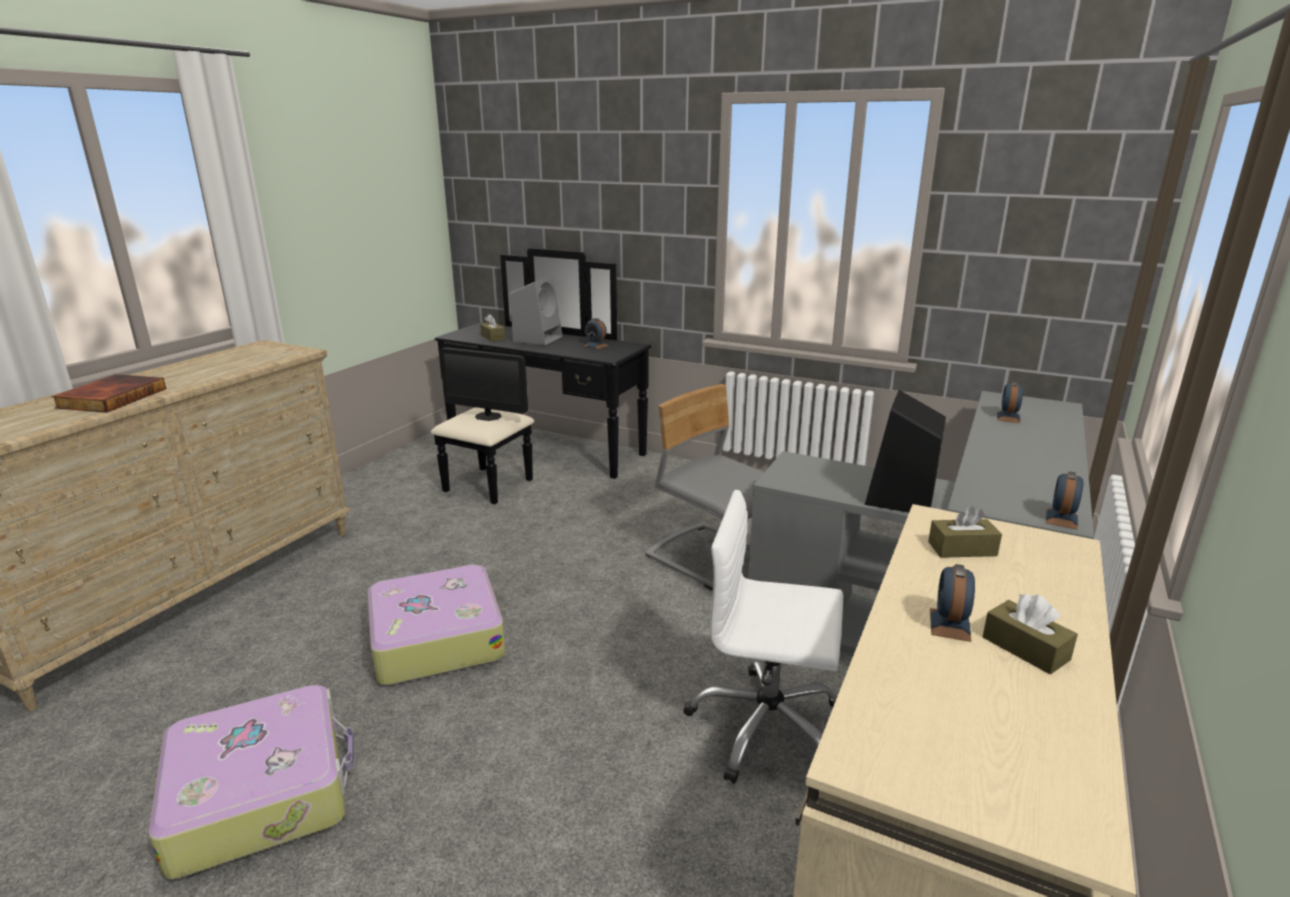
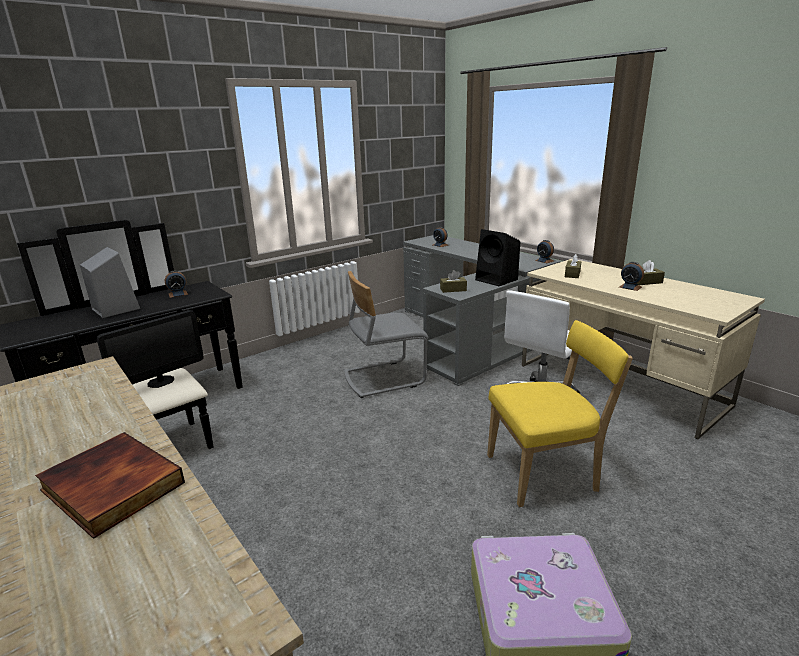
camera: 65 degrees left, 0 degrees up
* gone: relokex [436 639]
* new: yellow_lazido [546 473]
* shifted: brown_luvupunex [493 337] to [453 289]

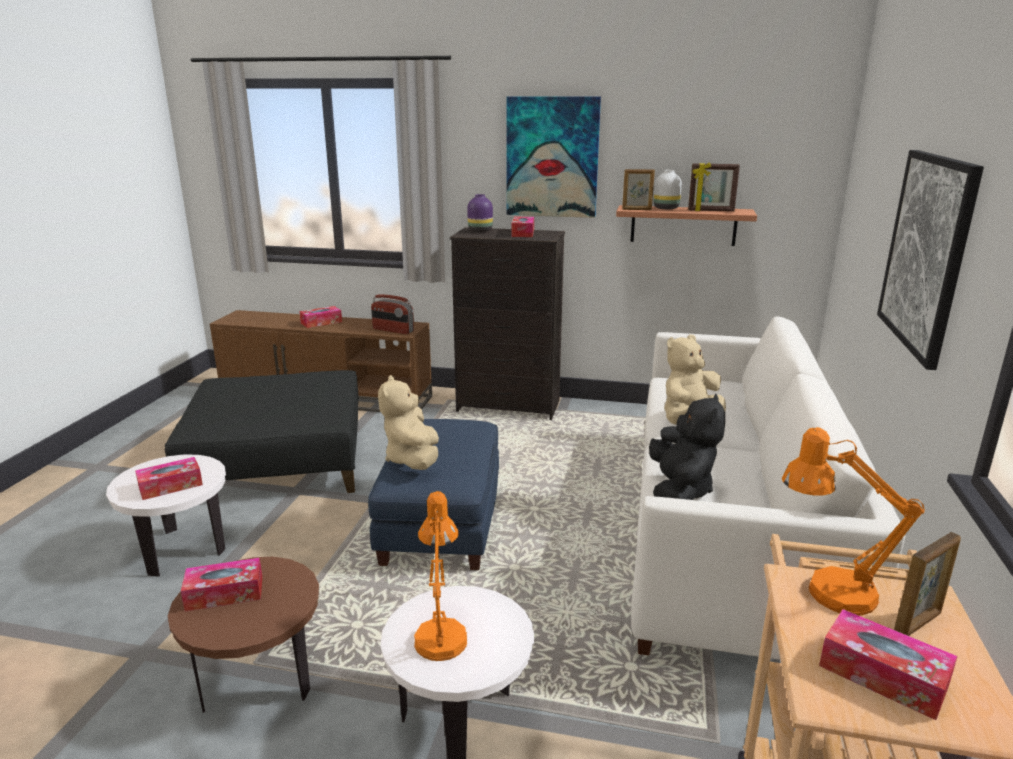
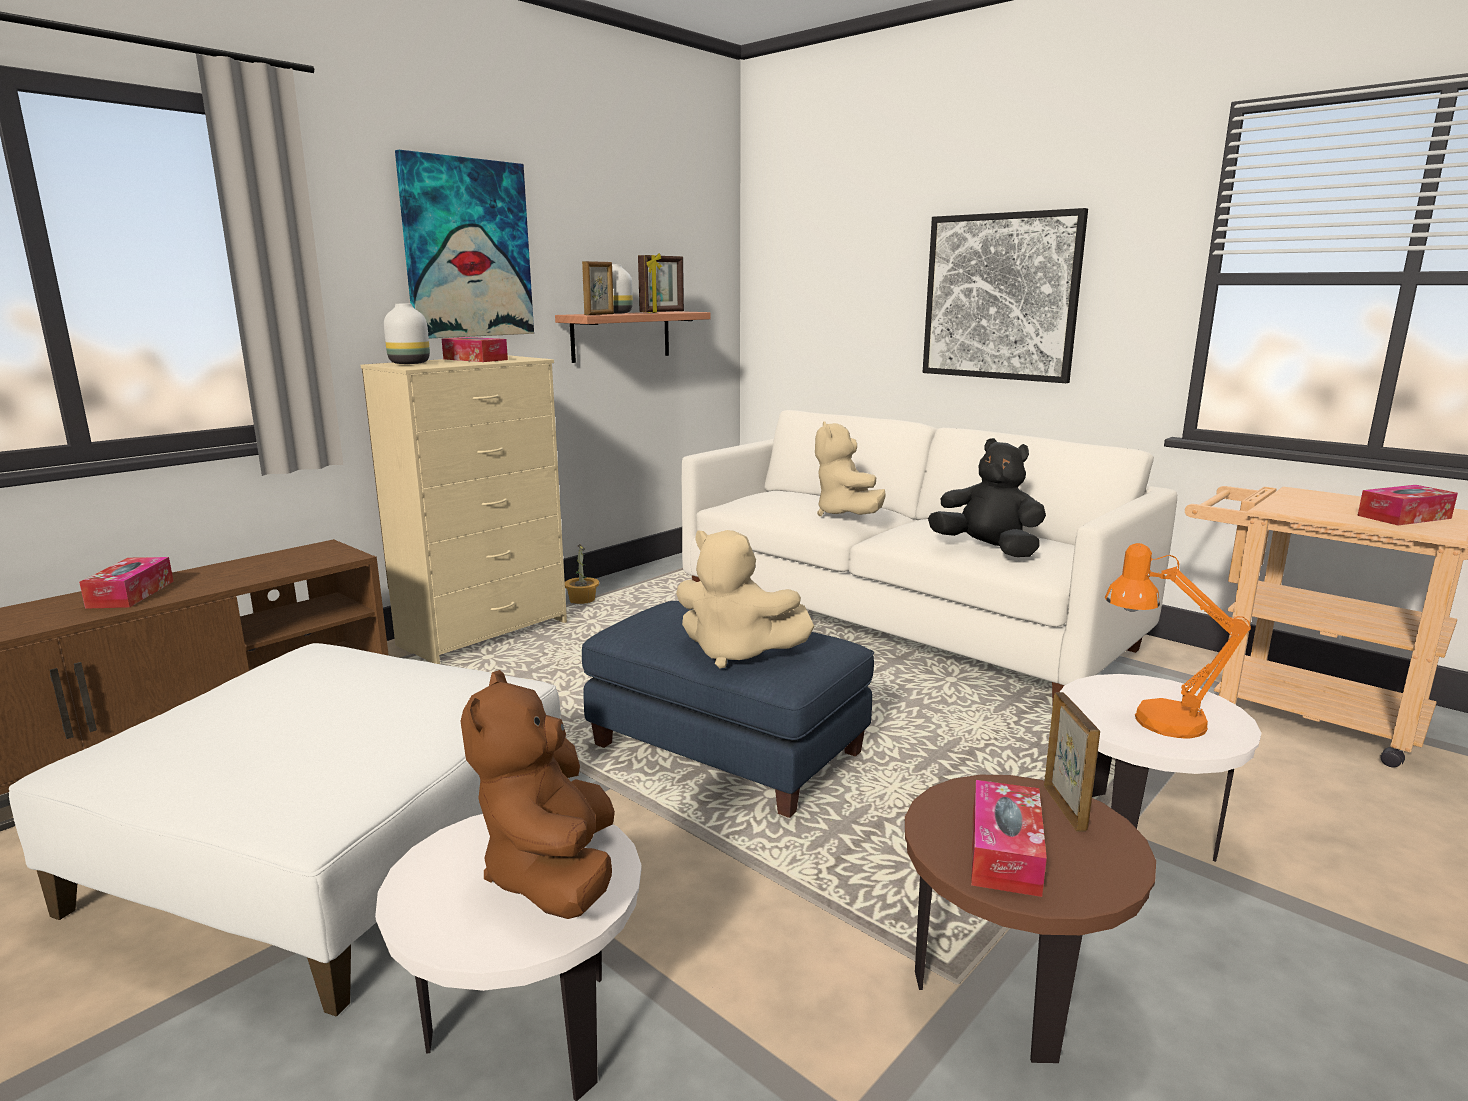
camera: 60 degrees left, 5 degrees down
* gone: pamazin [393 330]
* gone: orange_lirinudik [826 591]
* new: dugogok [582 600]
* shifted: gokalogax [917 624] to [1065 807]
* swapped: luvupunex [170 486] to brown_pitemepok [552 874]
* repainted: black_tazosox [279 461] to white_tazosox [333 850]
* repainted: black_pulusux [509 407] to beige_pulusux [486 634]
* repainted: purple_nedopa [481 231] to white_nedopa [410 363]

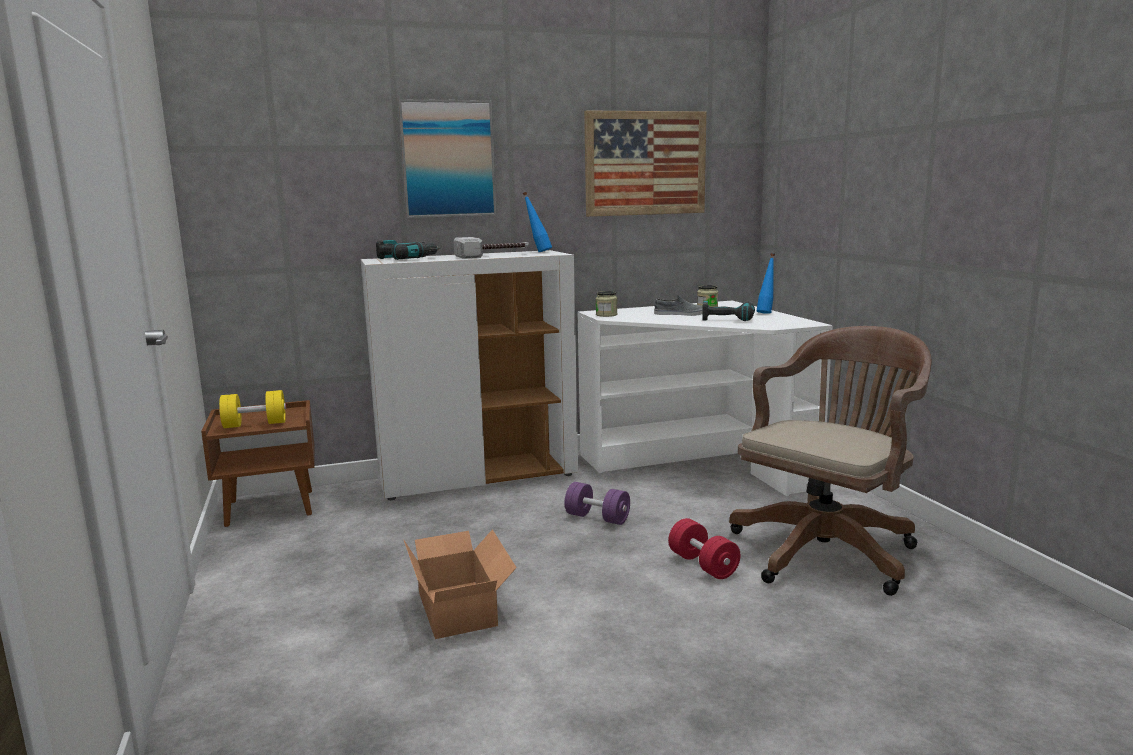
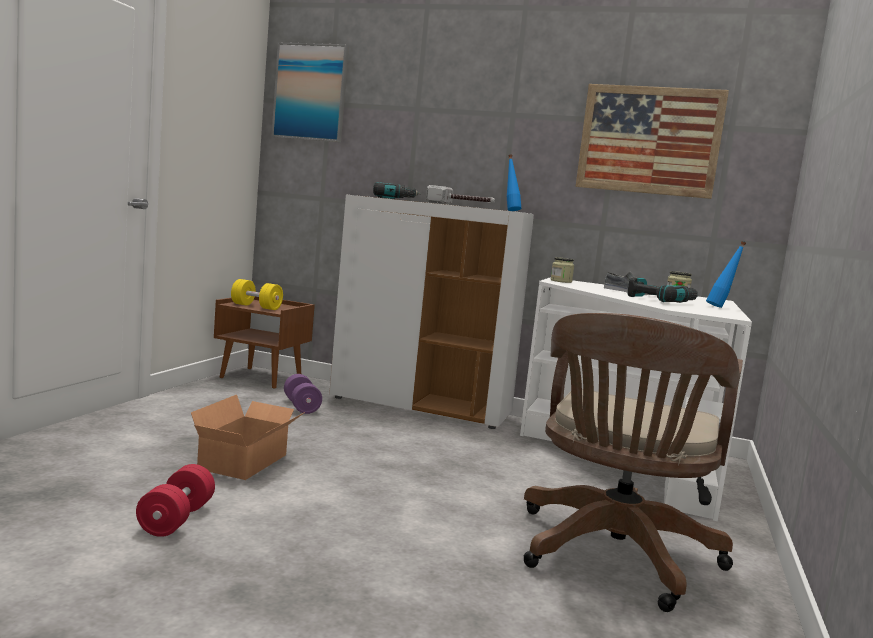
camera: 35 degrees right, 5 degrees down
* shifted: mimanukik [448 159] to [310 92]
* shifted: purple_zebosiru [597 518] to [301 406]
* shifted: red_zebosiru [703 565] to [176 519]
* rotated: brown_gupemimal [828 549] = [613 557] 120 degrees clockwise

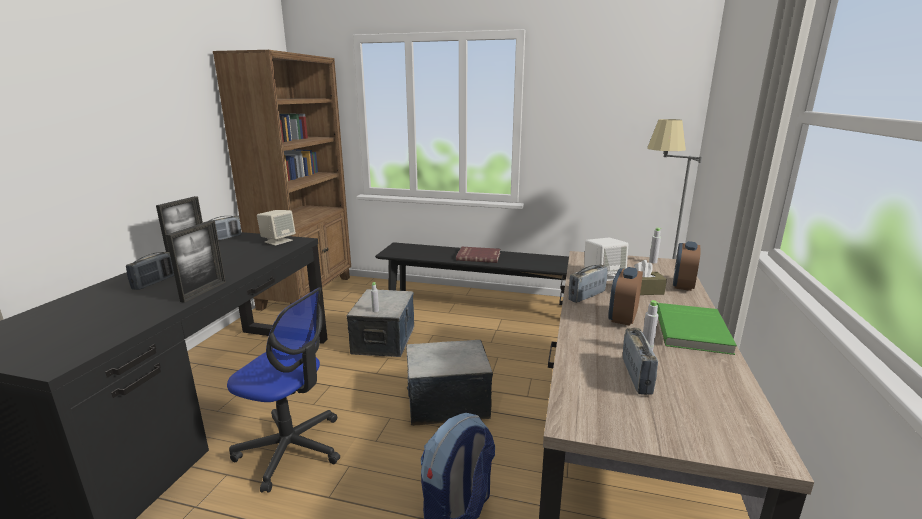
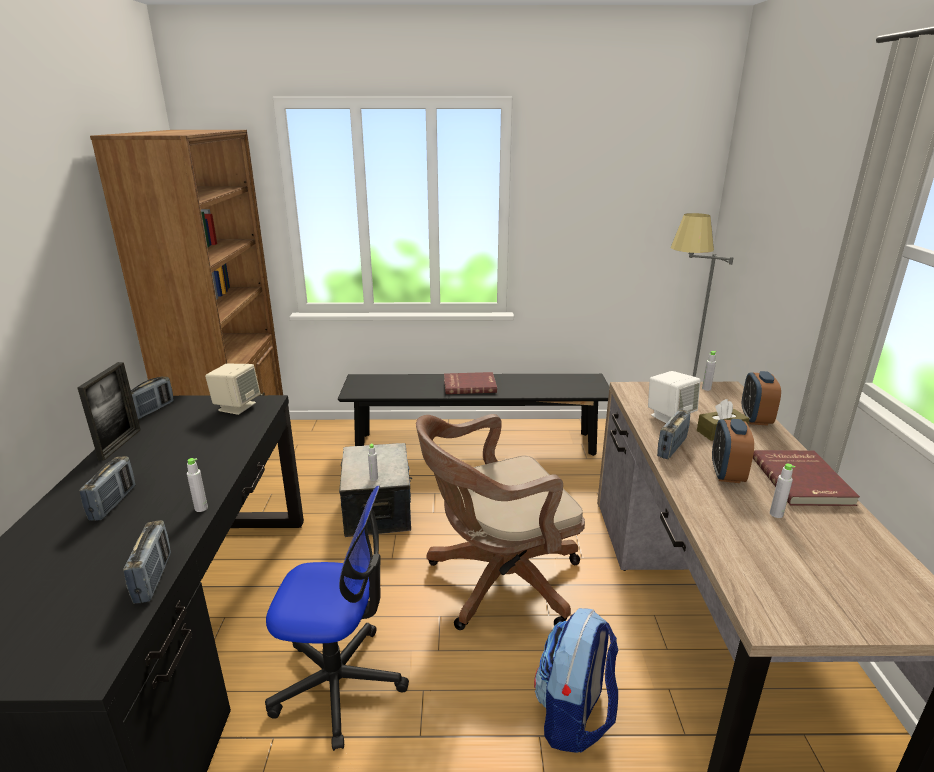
camera: 15 degrees left, 5 degrees up
* shifted: pamazin [636 376] to [153 578]
* swapped: gokalogax [204 291] to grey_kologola [201 508]
* swapped: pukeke [447 402] to brown_gupemimal [497 582]
* repainted: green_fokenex [693 331] to red_fokenex [803 480]

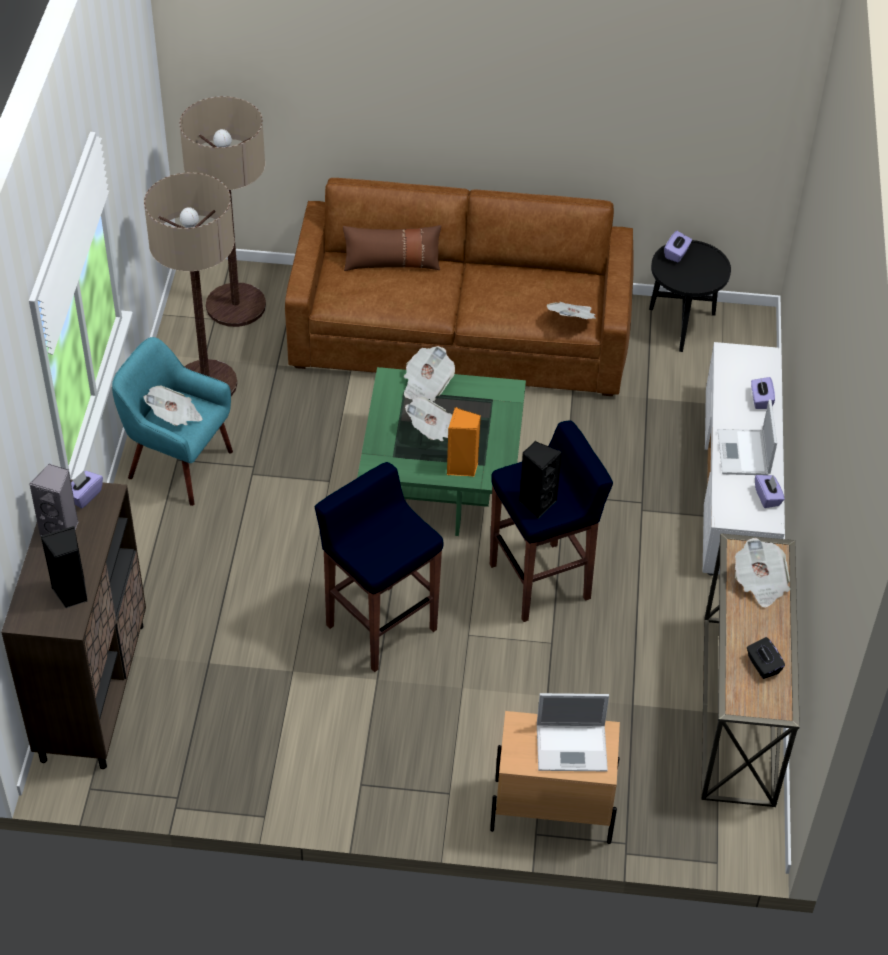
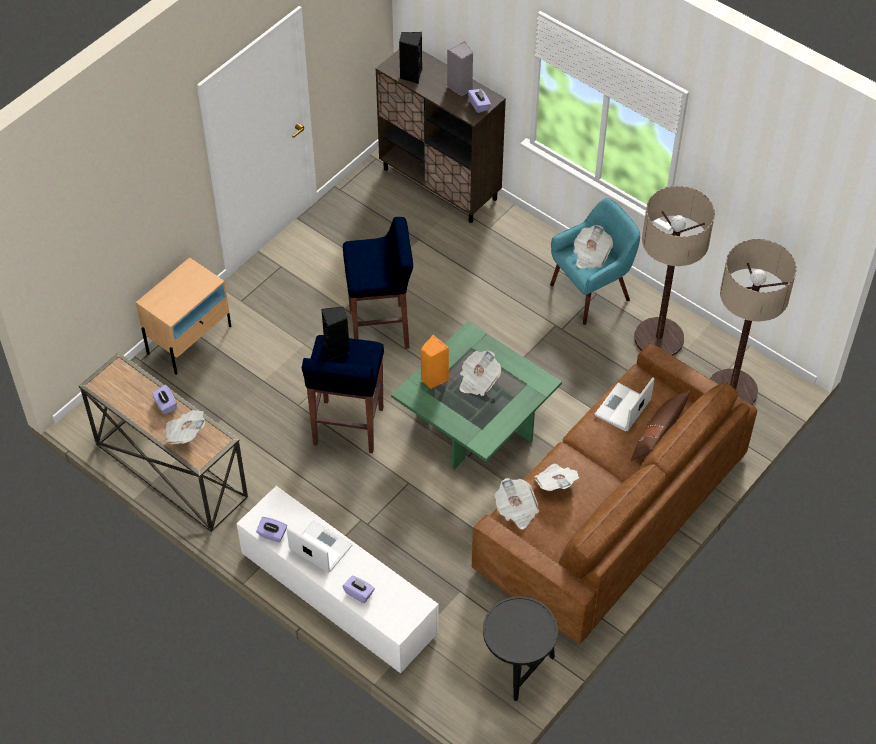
camera: 125 degrees right, 5 degrees up
* gone: black_luvupunex [763 666]
* shifted: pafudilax [426 385] to [556 483]
* shifted: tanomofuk [573 747] to [622 408]
* shifted: purple_luvupunex [676 254] to [165 405]

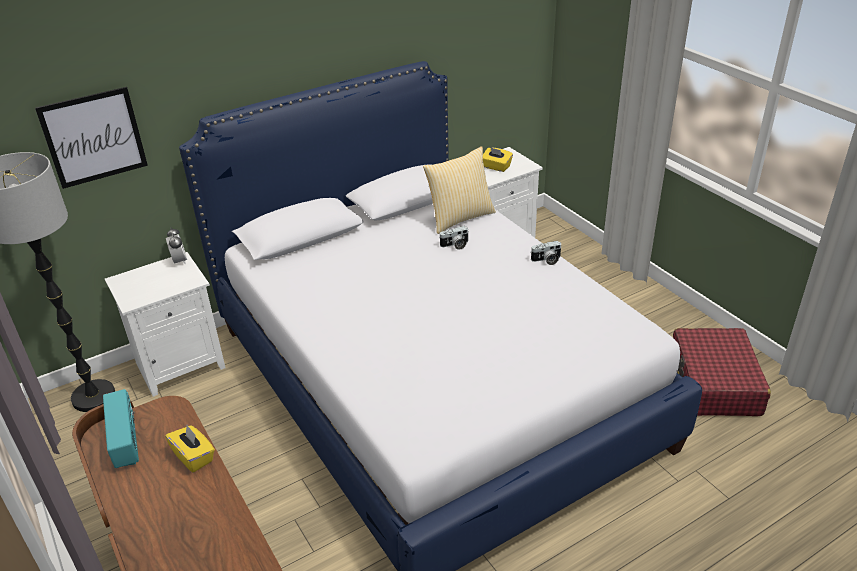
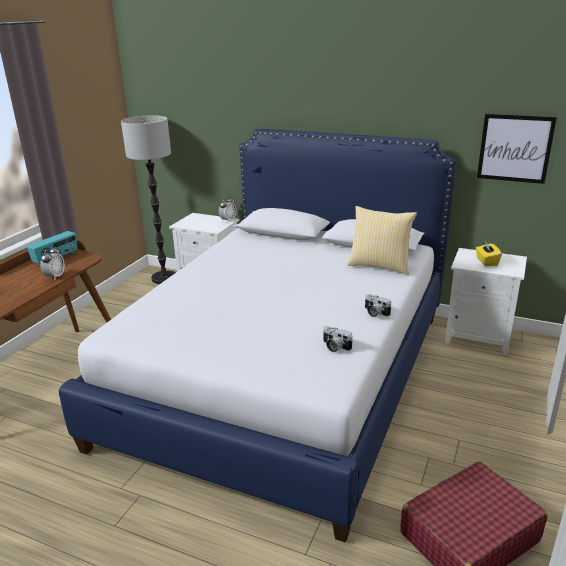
camera: 55 degrees right, 10 degrees down
* shifted: mimanukik [93 137] to [515 148]
* shifted: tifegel [455 245] to [335 347]
* swapped: yellow_luvupunex [194 457] to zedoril [55 276]

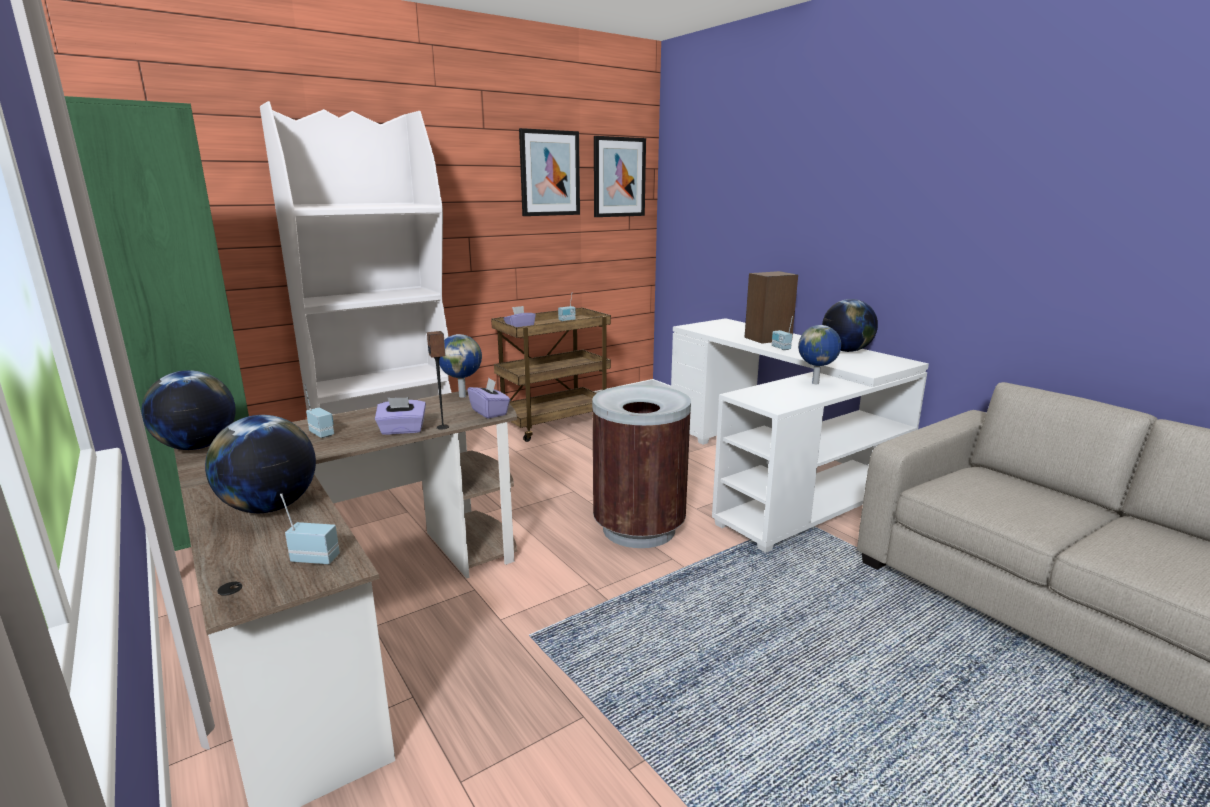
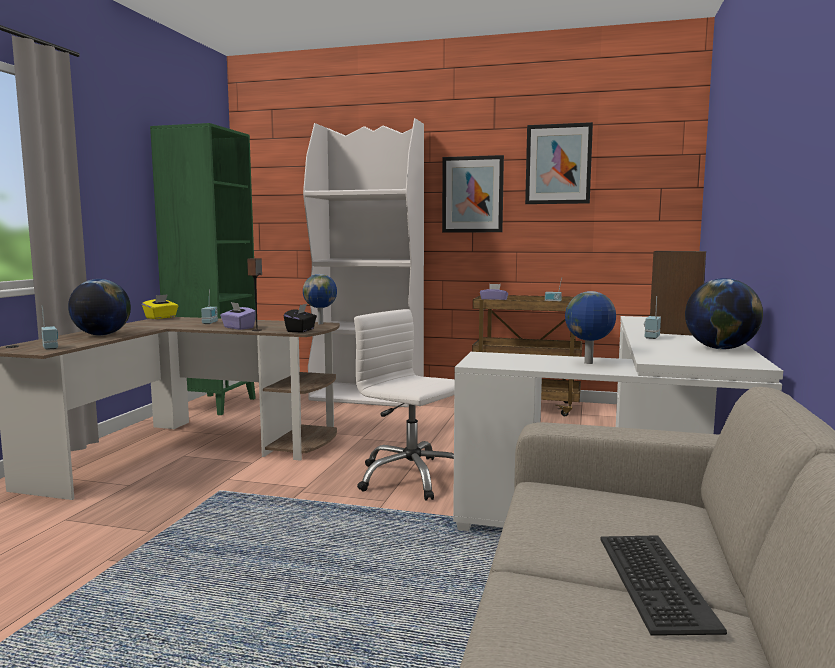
camera: 50 degrees right, 10 degrees down
* new: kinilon [652 581]
* shifted: mimanukik [619 177] to [472 194]
* swapped: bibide [197 447] to yellow_luvupunex [161 317]
* swapped: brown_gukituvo [638 529] to white_gupemimal [411 478]
* repainted: purple_luvupunex [490 412] to black_luvupunex [301 330]

